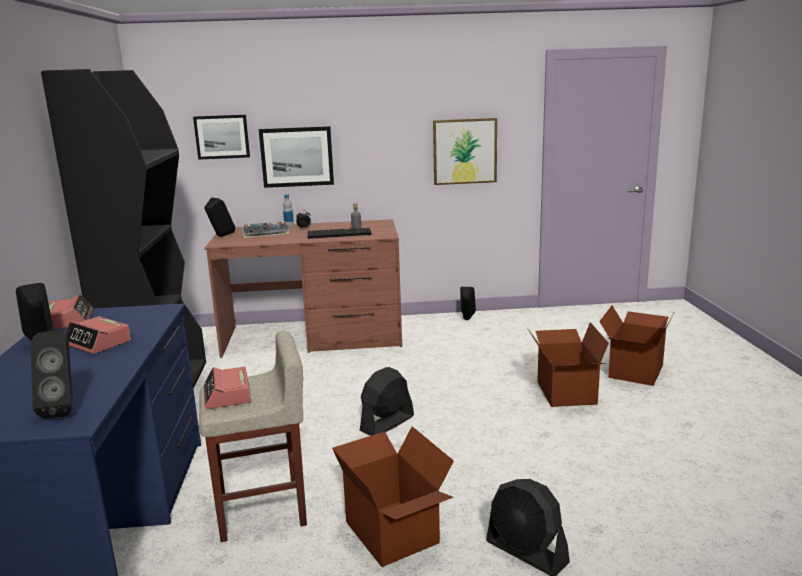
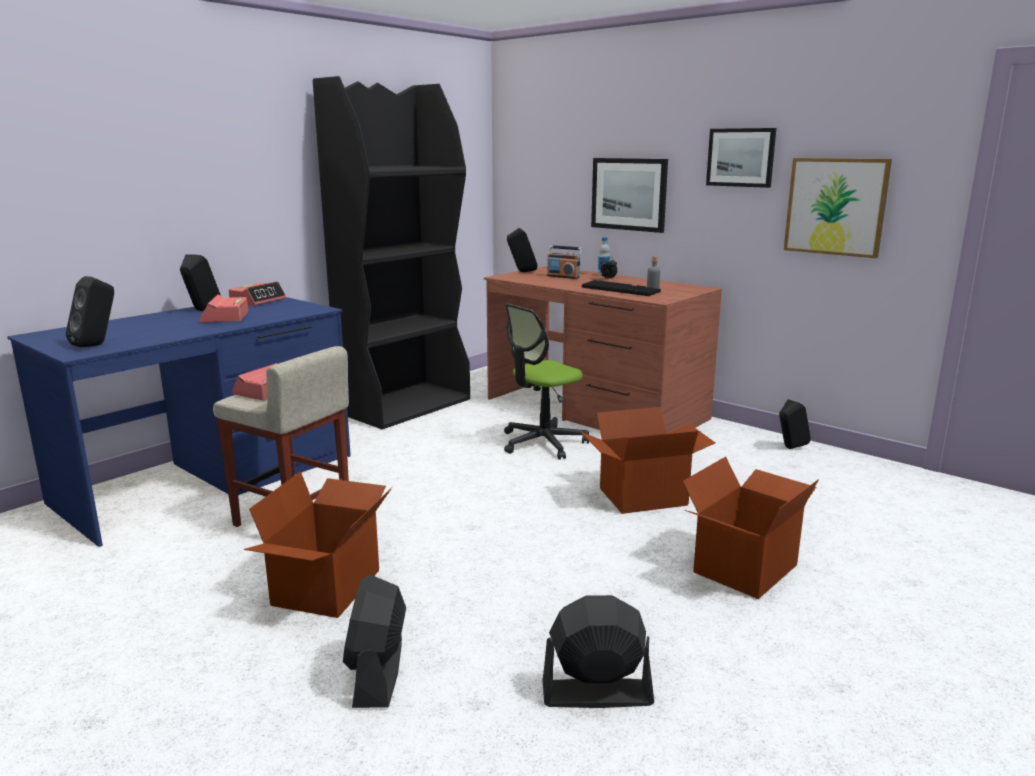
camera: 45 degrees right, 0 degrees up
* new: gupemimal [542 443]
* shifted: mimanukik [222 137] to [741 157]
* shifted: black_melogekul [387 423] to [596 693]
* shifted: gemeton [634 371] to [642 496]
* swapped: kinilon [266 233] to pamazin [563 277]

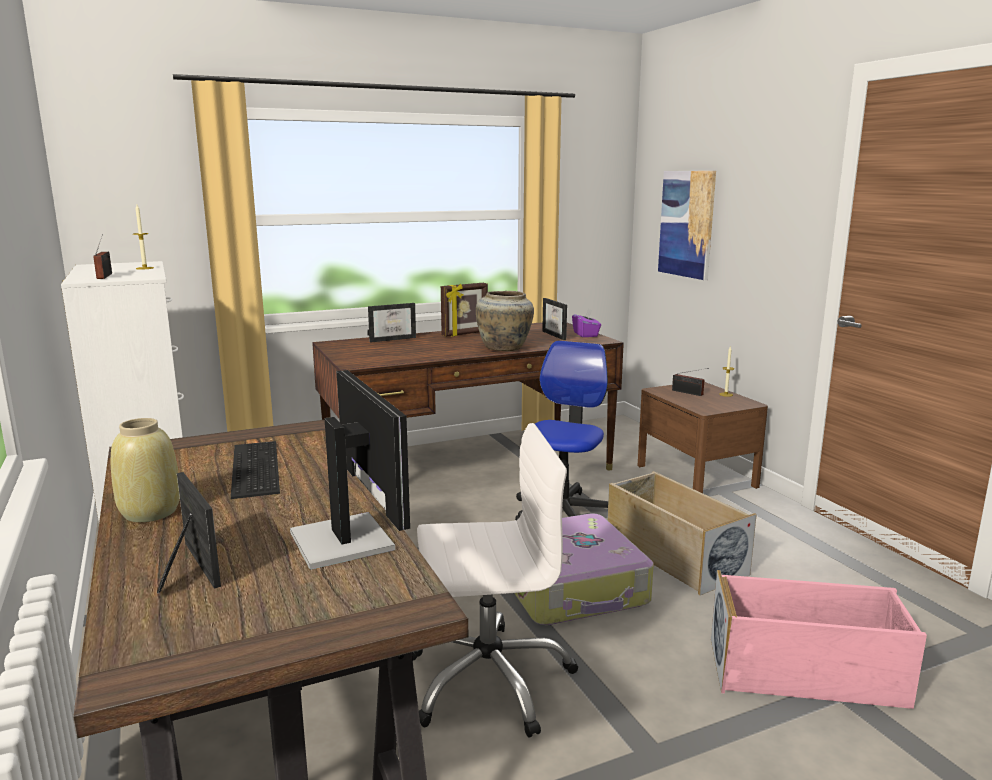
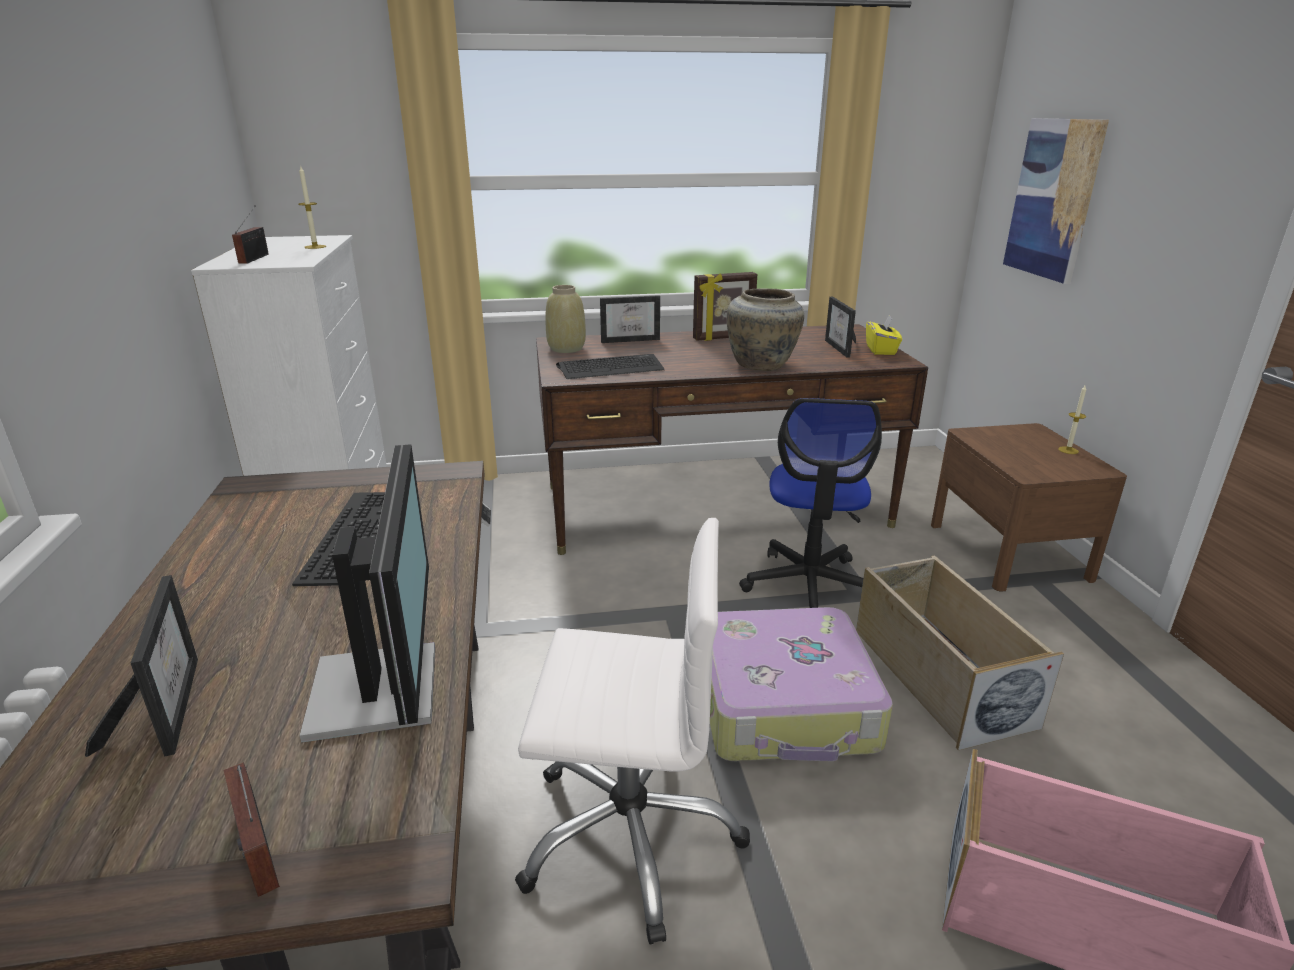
camera: 15 degrees right, 10 degrees up
* new: kinilon [610 368]
* shifted: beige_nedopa [151 512] to [567 349]
* shifted: pamazin [689 393] to [257 854]
* repainted: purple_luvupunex [586 334] to yellow_luvupunex [881 350]
* rotated: gupemimal [562 512] = [809 585] 150 degrees clockwise

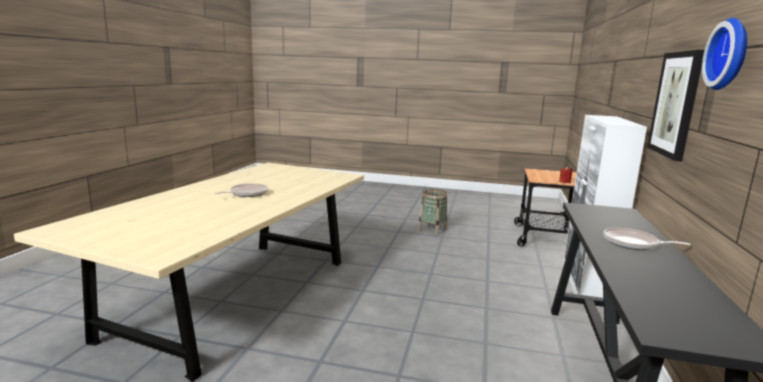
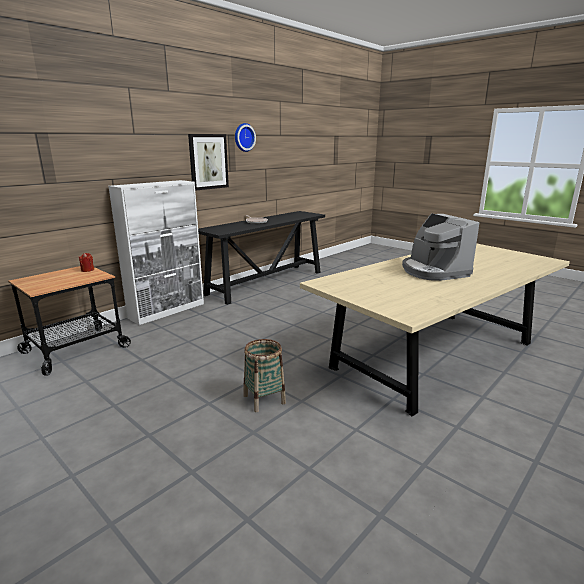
camera: 150 degrees left, 5 degrees up
* shifted: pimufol [432 229] to [264 399]
* swapped: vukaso [247 194] to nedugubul [433 271]

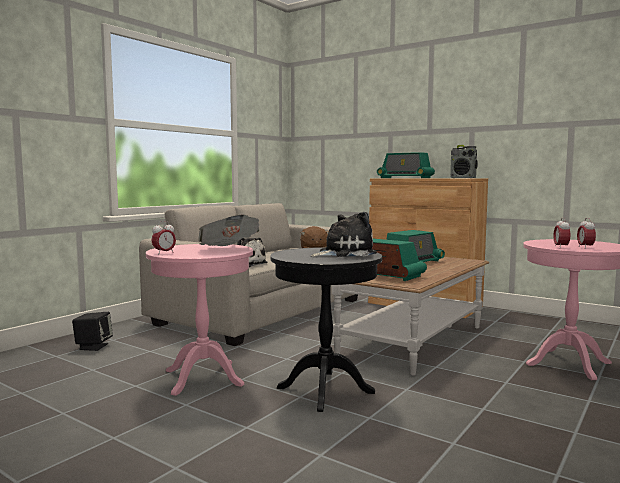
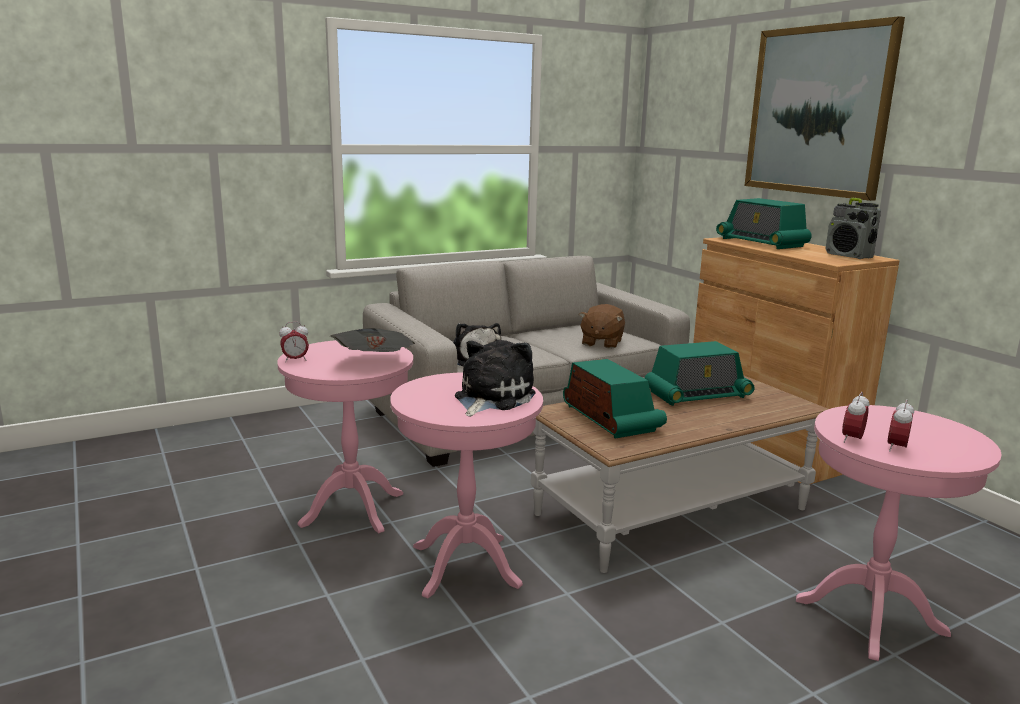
camera: 25 degrees right, 10 degrees up
* gone: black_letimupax [93 346]
* new: mimanukik [818 111]
* repainted: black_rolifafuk [325 390] to pink_rolifafuk [465 565]
* rotated: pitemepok [343 253] = [491 398] 60 degrees counterclockwise

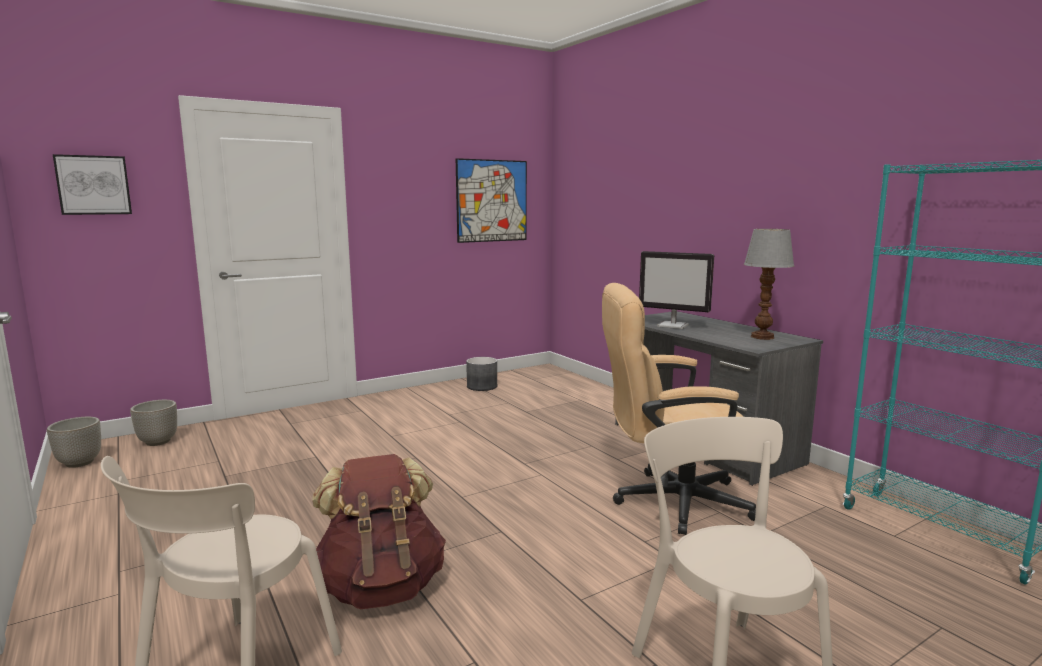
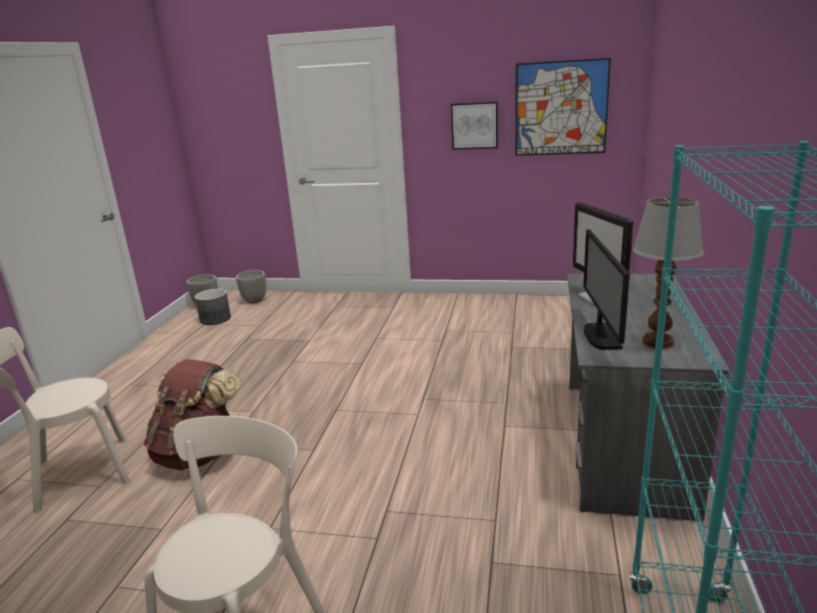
camera: 45 degrees right, 10 degrees up
* gone: beige_gupemimal [669 501]
* new: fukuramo [600 337]
* shifted: mimanukik [93 185] to [474 125]
* shifted: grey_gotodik [481 386] to [215 319]

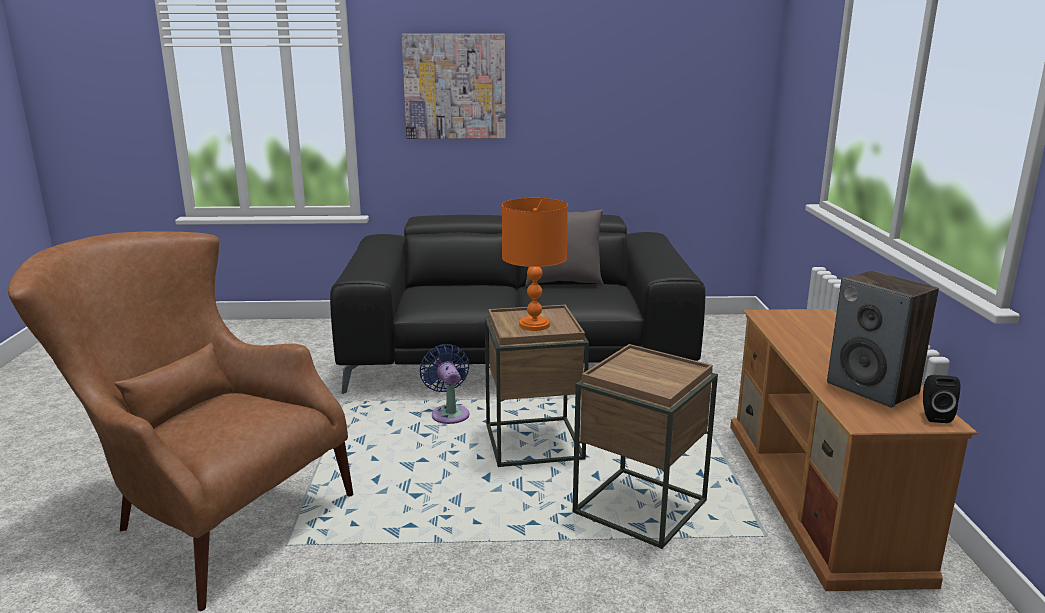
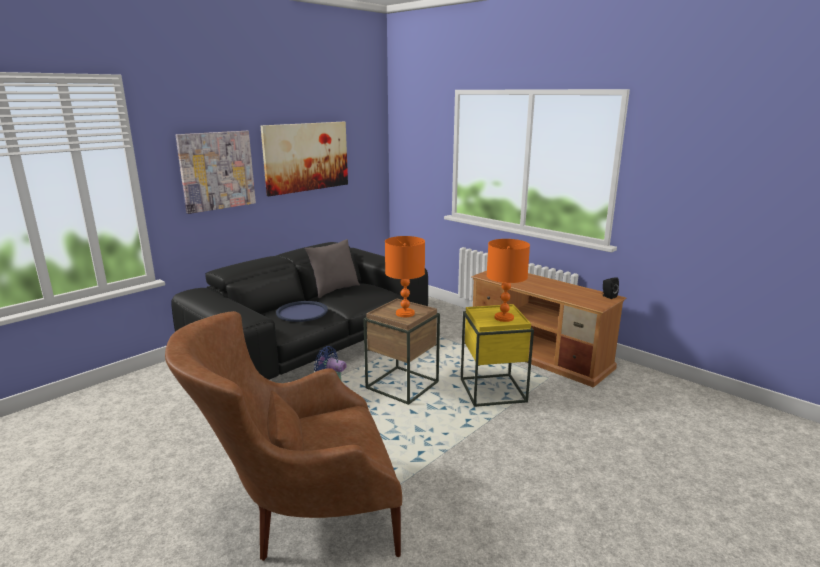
camera: 45 degrees left, 0 degrees up
* gone: letimupax [873 388]
* new: mimanukik [306 157]
* new: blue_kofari [302 312]
* new: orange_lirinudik [504 317]
* repainted: brown_rolifafuk [640 506] to yellow_rolifafuk [493 390]

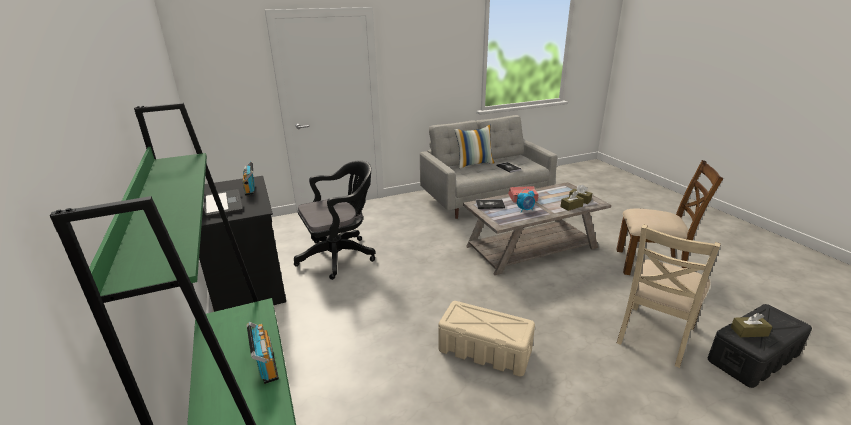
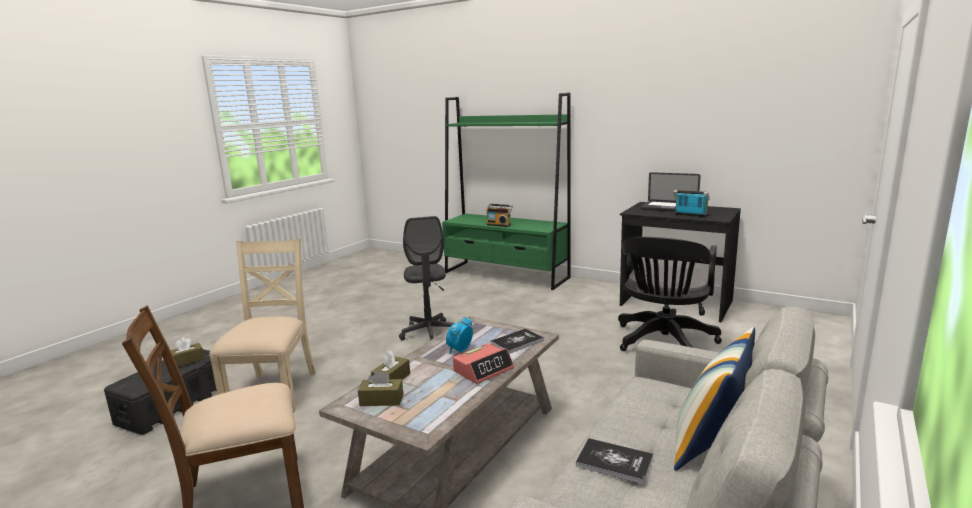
camera: 145 degrees right, 10 degrees down
* swapped: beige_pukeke [485 350] to grey_gupemimal [429 333]

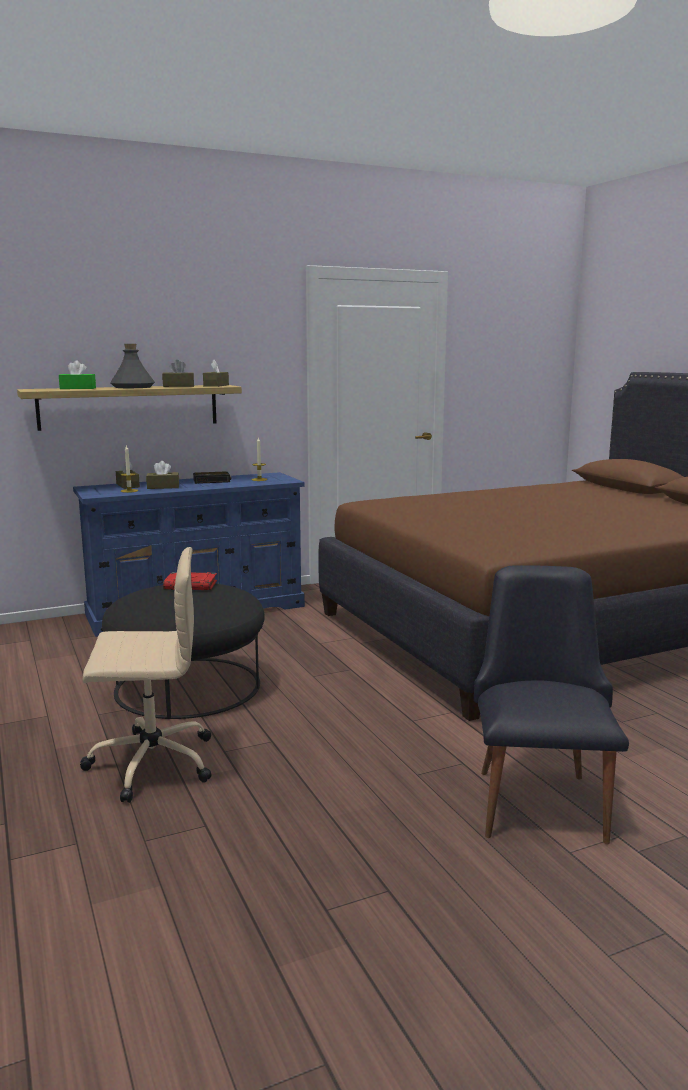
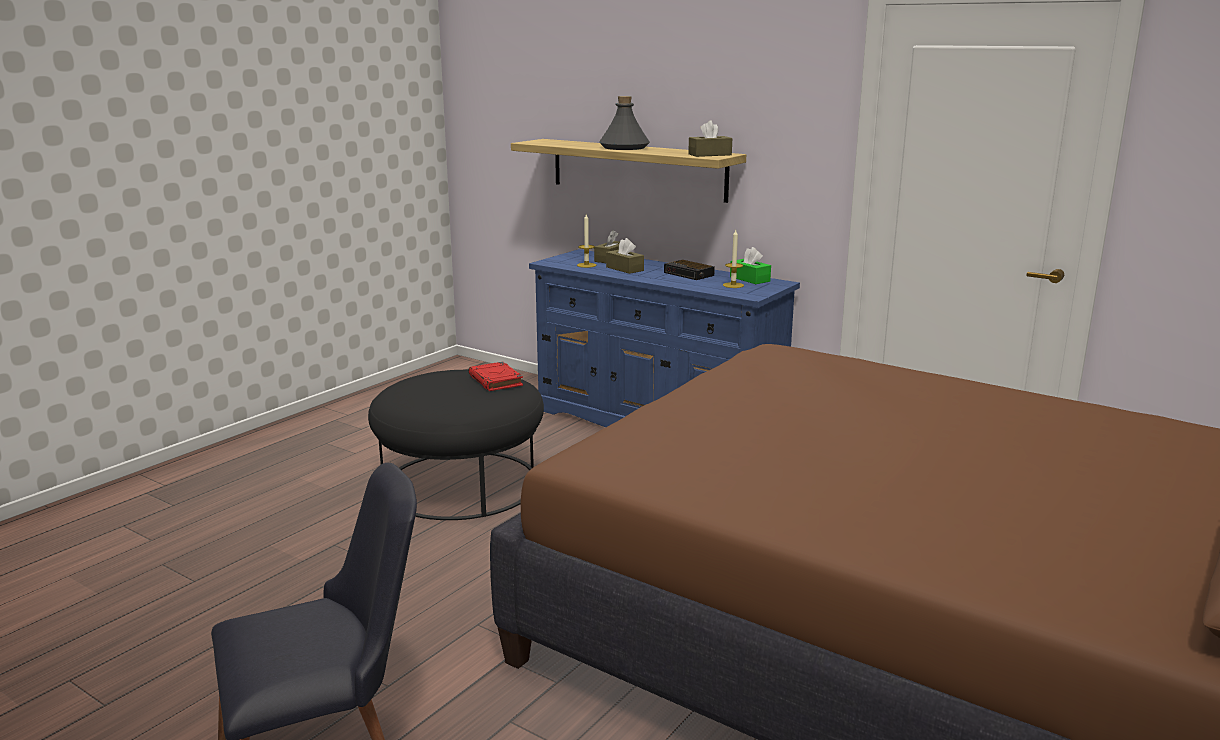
camera: 60 degrees right, 5 degrees up
* gone: beige_gupemimal [150 763]
* gone: brown_luvupunex [178 386]
* shifted: green_luvupunex [78 388] to [749 279]

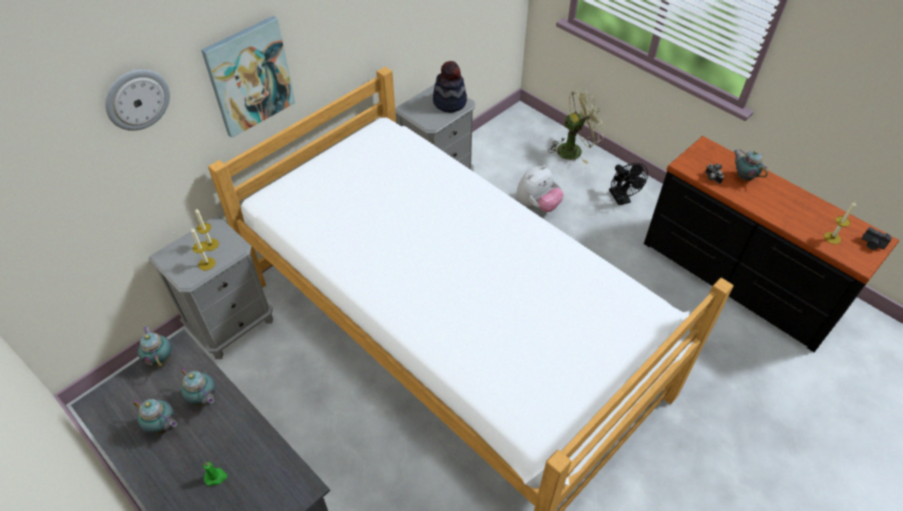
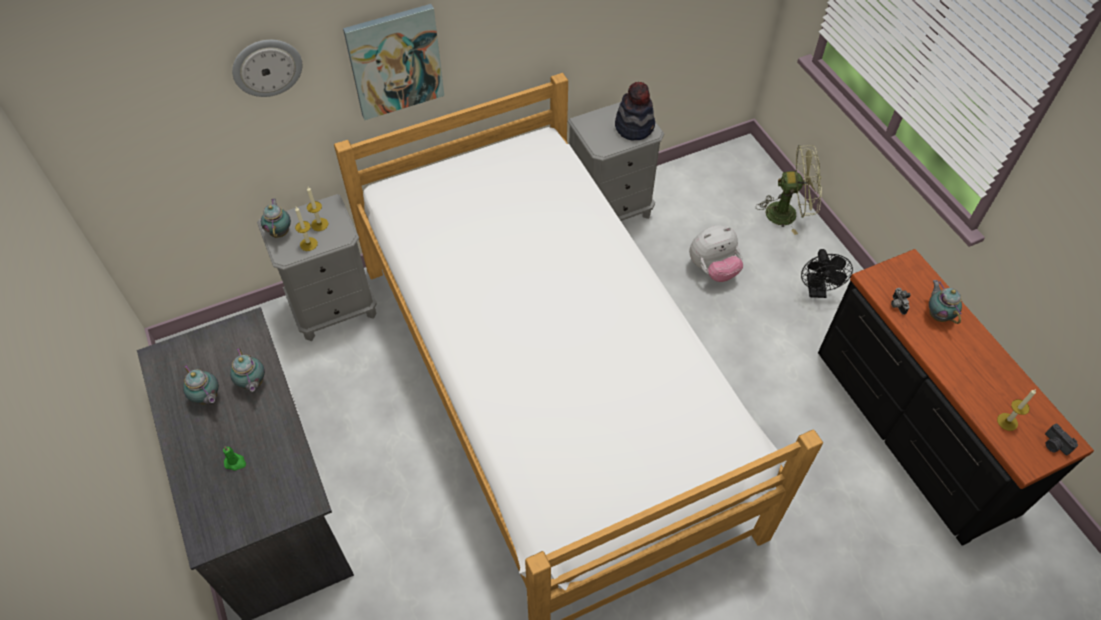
camera: 20 degrees right, 5 degrees up
* shifted: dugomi [161 358] to [280 231]

